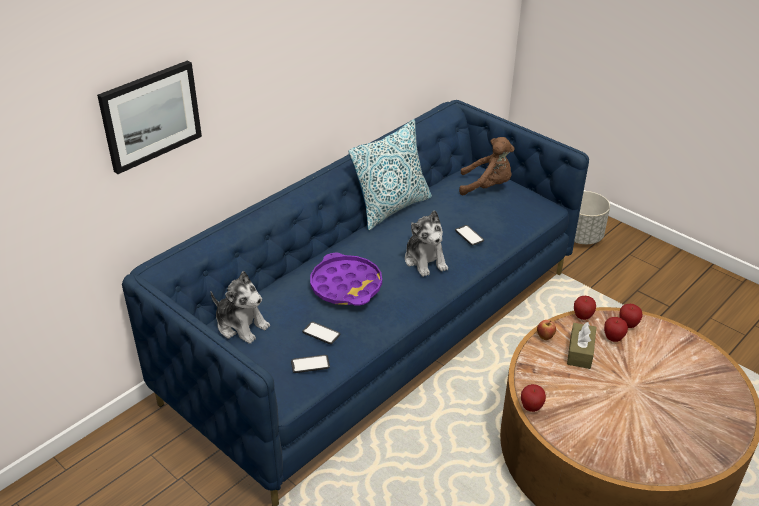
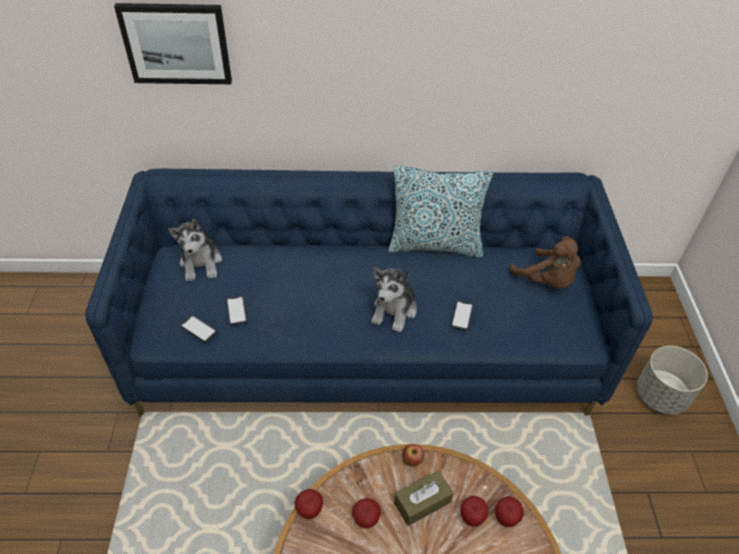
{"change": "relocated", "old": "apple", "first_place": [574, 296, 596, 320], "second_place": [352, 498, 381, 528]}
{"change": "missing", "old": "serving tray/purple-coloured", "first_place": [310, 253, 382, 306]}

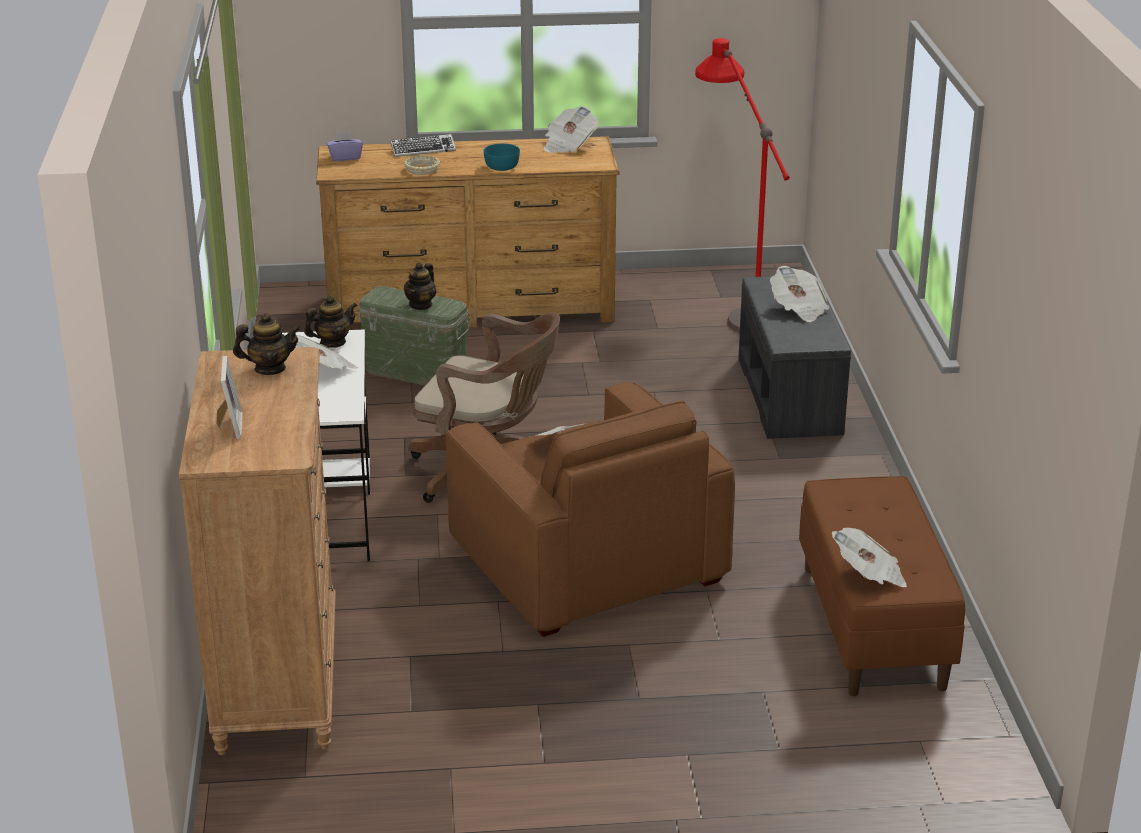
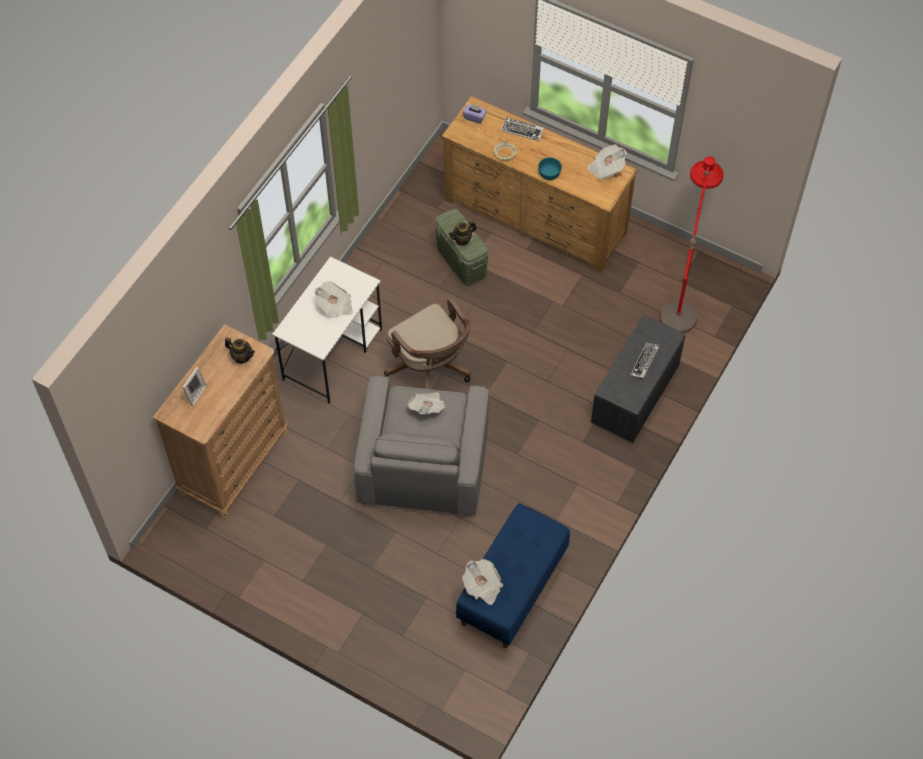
{"change": "colour", "old": "easy chair/brown-coloured", "new": "easy chair/grey", "first_place": [446, 382, 735, 637], "second_place": [354, 376, 489, 516]}
{"change": "colour", "old": "long seat/brown-coloured", "new": "long seat/bluish", "first_place": [799, 476, 965, 696], "second_place": [456, 503, 570, 648]}
{"change": "exchanged", "old": "daily paper", "new": "keyboard", "first_place": [770, 266, 830, 322], "second_place": [630, 343, 660, 378]}
{"change": "missing", "old": "pot for tea", "first_place": [304, 295, 357, 348]}

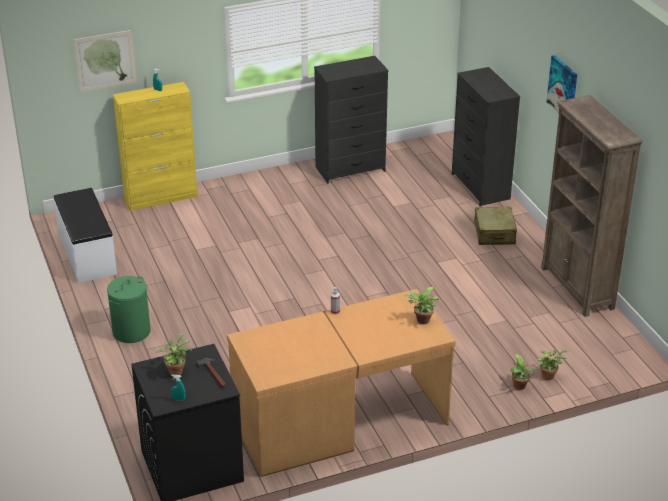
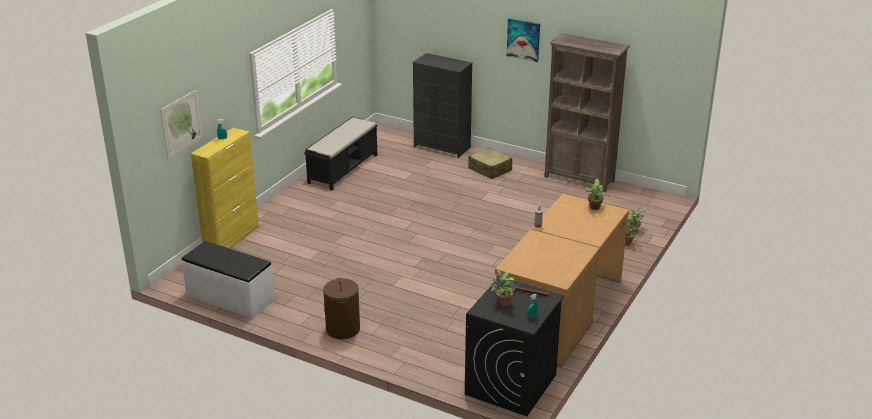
{"change": "exchanged", "old": "dresser/blackish", "new": "long seat/blackish", "first_place": [314, 56, 389, 184], "second_place": [304, 116, 378, 190]}
{"change": "colour", "old": "hamper/greenish", "new": "hamper/brown-coloured", "first_place": [107, 276, 151, 343], "second_place": [323, 278, 360, 339]}

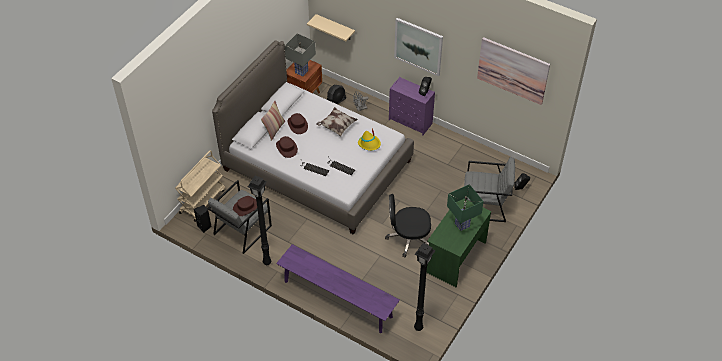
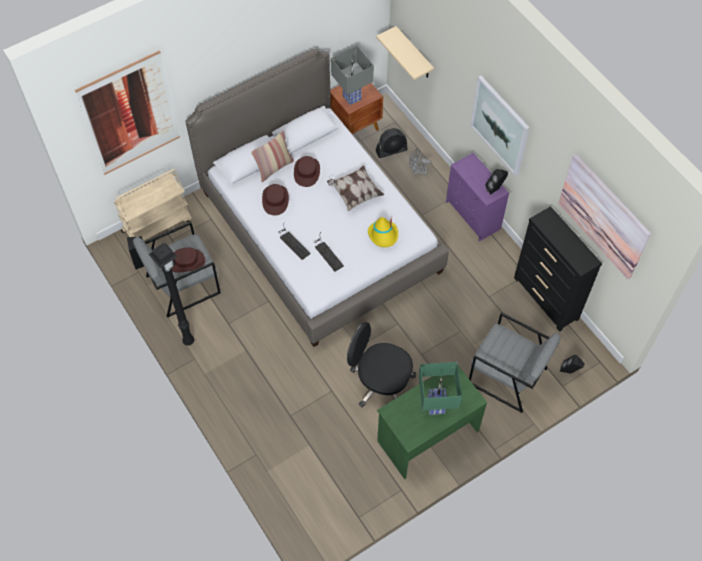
{"change": "appeared", "new": "wall art", "second_place": [75, 50, 180, 175]}
{"change": "appeared", "new": "dresser/blackish", "second_place": [514, 206, 602, 332]}
{"change": "missing", "old": "long seat/purple-coloured", "first_place": [276, 244, 400, 333]}
{"change": "missing", "old": "standard lamp/blackish", "first_place": [414, 243, 435, 331]}

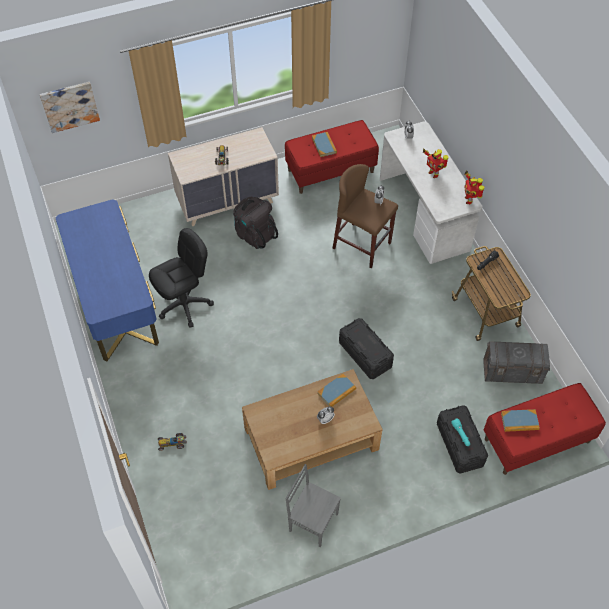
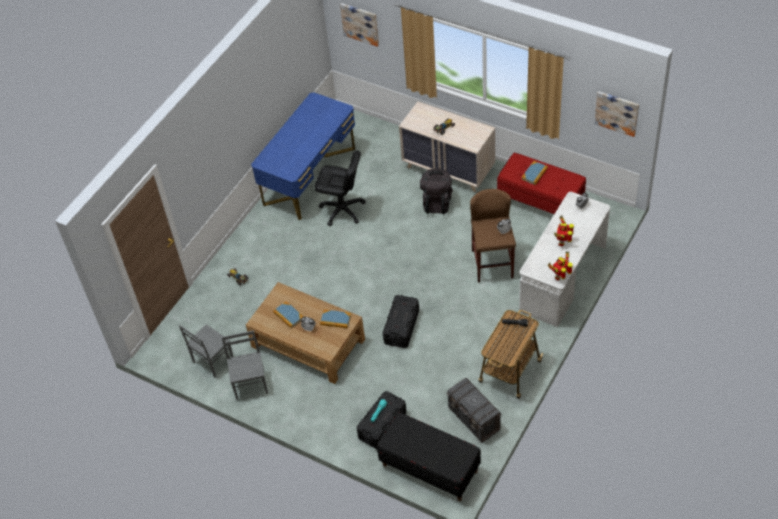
{"change": "appeared", "new": "upright chair/grey", "second_place": [179, 324, 234, 377]}
{"change": "relocated", "old": "book", "first_place": [501, 409, 540, 432], "second_place": [273, 301, 304, 328]}
{"change": "colour", "old": "long seat/red", "new": "long seat/blackish", "first_place": [484, 383, 606, 475], "second_place": [377, 412, 481, 501]}
{"change": "appeared", "new": "wall art", "second_place": [594, 91, 639, 137]}

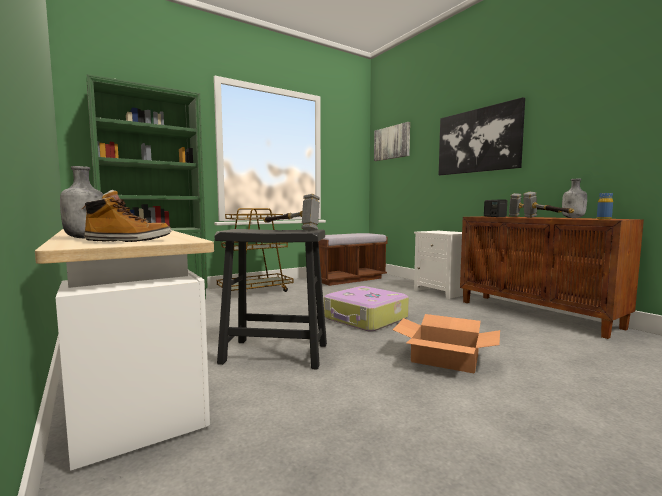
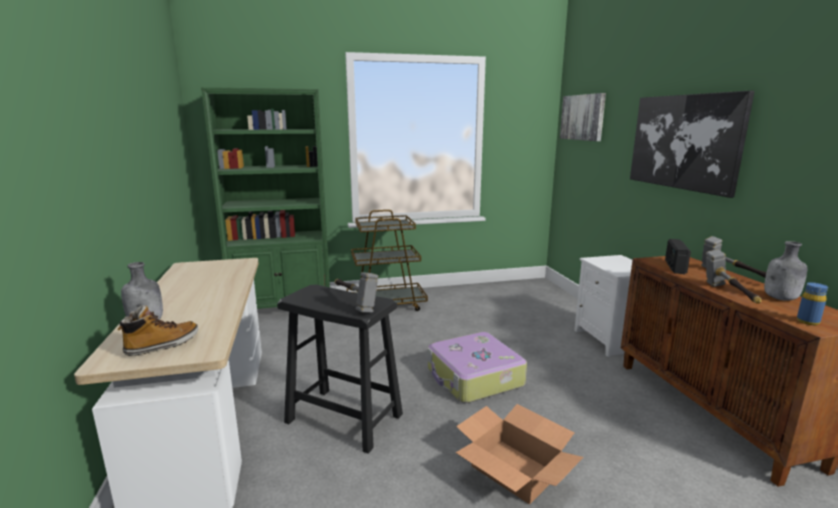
{"change": "spun", "old": "high-top boot", "first_place": [82, 190, 172, 242], "second_place": [117, 305, 198, 356], "degrees": -45}
{"change": "missing", "old": "long seat/brown-coloured", "first_place": [318, 233, 387, 286]}

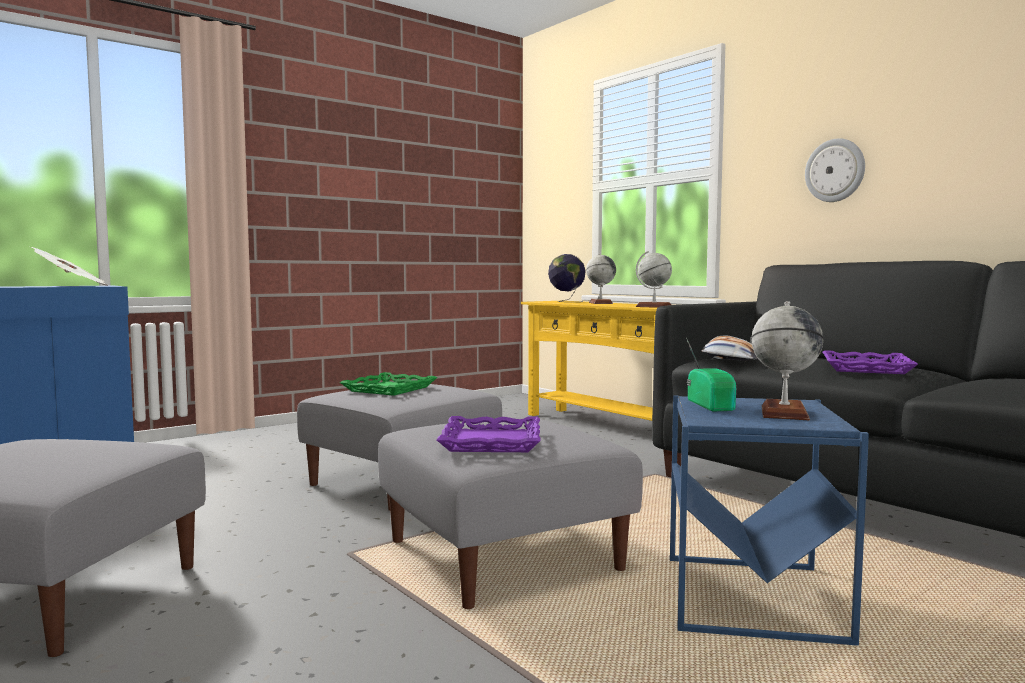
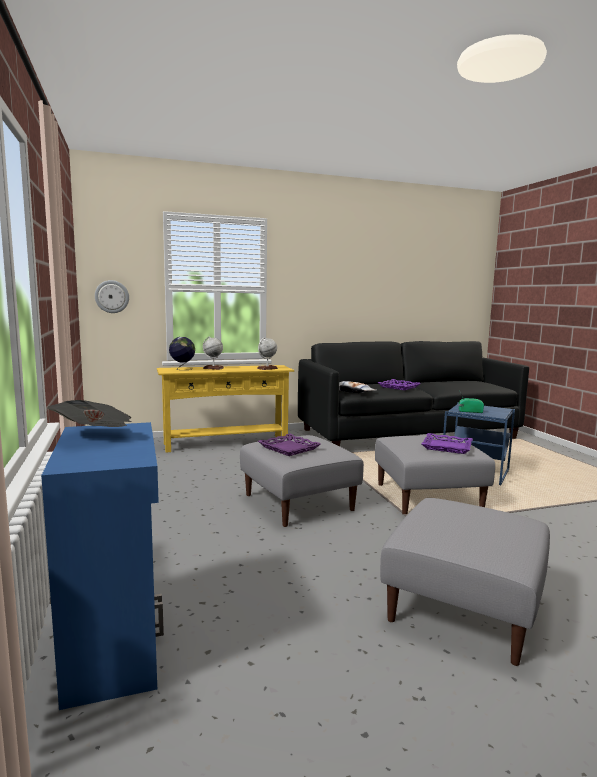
{"change": "relocated", "old": "hanging clock", "first_place": [805, 138, 865, 202], "second_place": [95, 280, 129, 313]}
{"change": "colour", "old": "serving tray/greenish", "new": "serving tray/purple-coloured", "first_place": [340, 372, 437, 396], "second_place": [258, 434, 321, 456]}
{"change": "missing", "old": "desk globe", "first_place": [751, 301, 823, 420]}

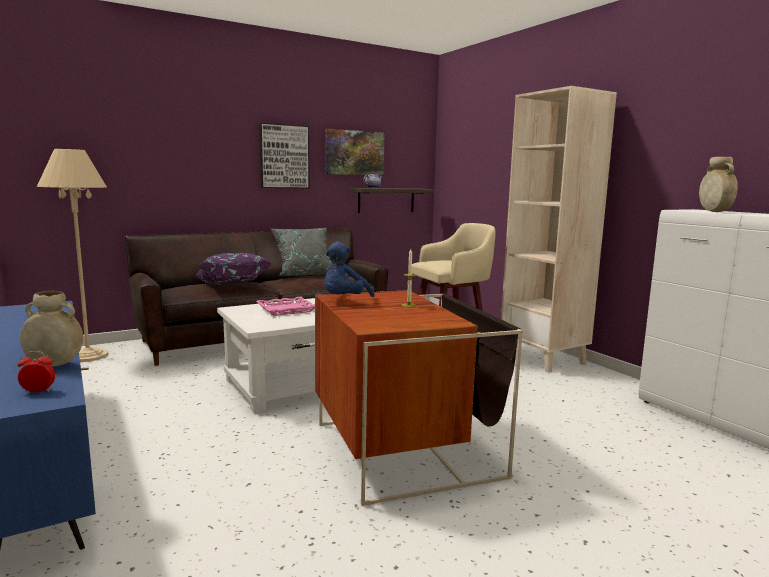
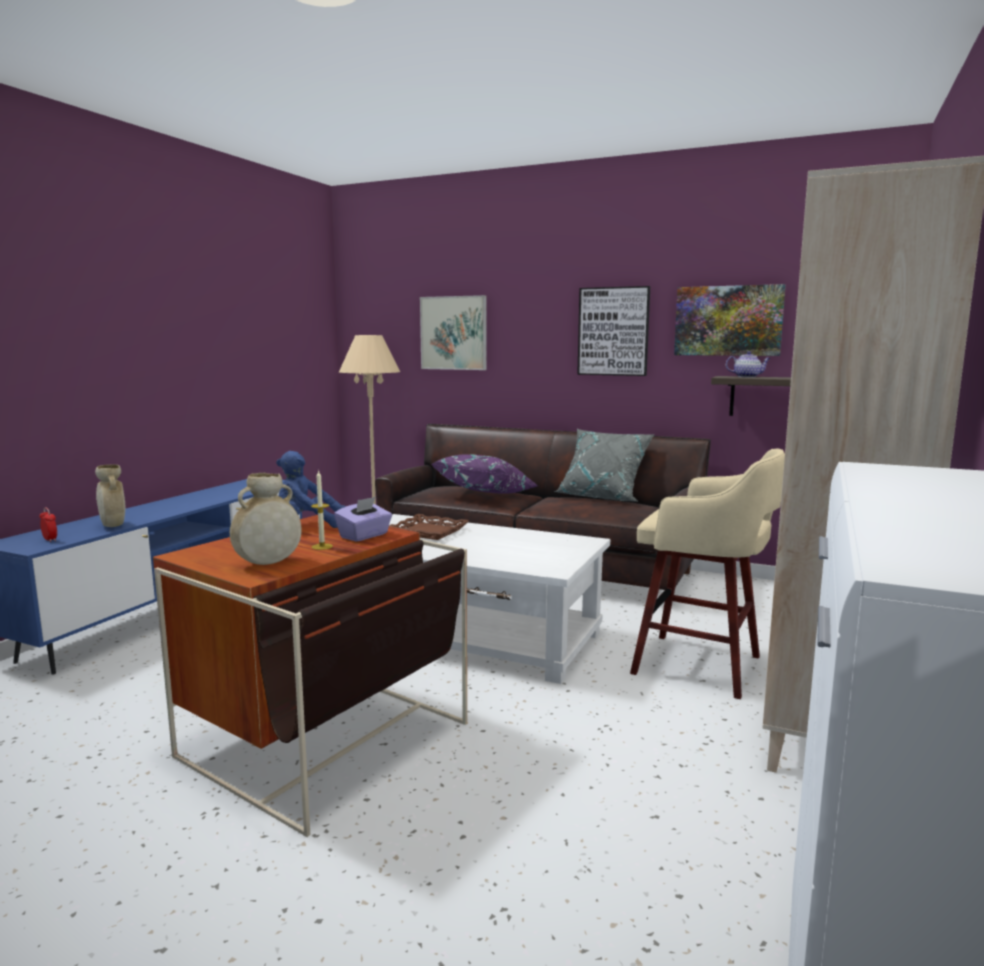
{"change": "relocated", "old": "decorative vase/beige", "first_place": [699, 157, 738, 212], "second_place": [230, 473, 302, 565]}
{"change": "appeared", "new": "tissue holder/purple-coloured", "second_place": [334, 497, 392, 542]}
{"change": "colour", "old": "serving tray/pinkish", "new": "serving tray/brown-coloured", "first_place": [256, 297, 315, 316], "second_place": [389, 514, 469, 540]}
{"change": "appeared", "new": "wall art", "second_place": [420, 295, 487, 370]}

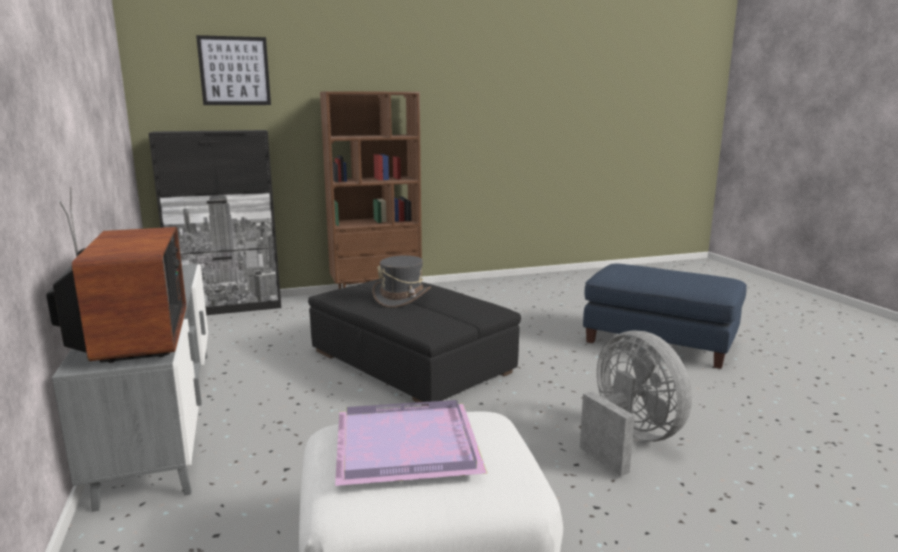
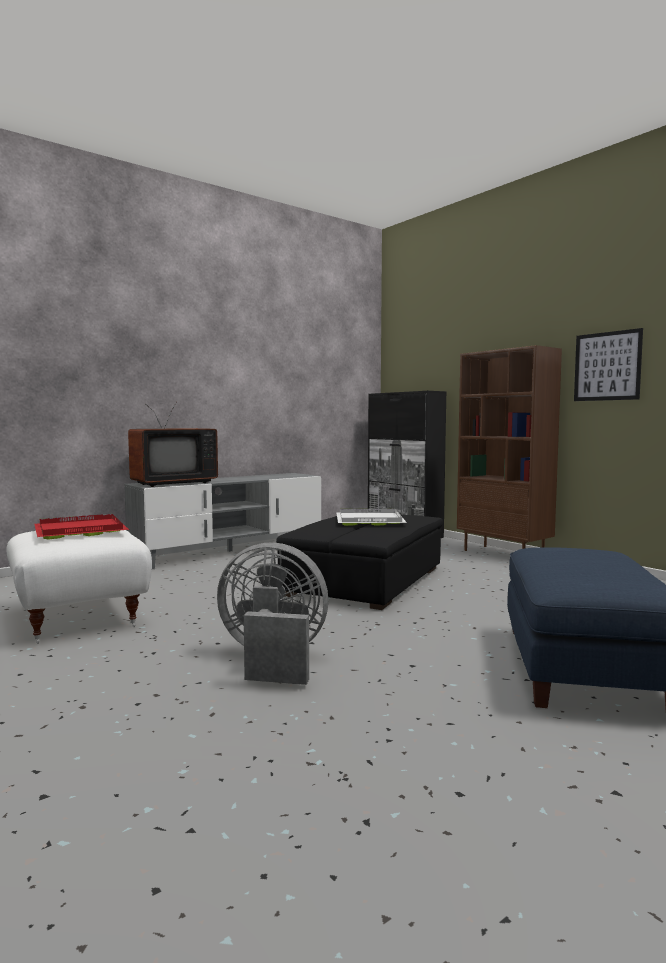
{"change": "colour", "old": "serving tray/purple-coloured", "new": "serving tray/red", "first_place": [335, 400, 487, 486], "second_place": [35, 514, 129, 540]}
{"change": "spun", "old": "fan/grey", "first_place": [580, 330, 692, 476], "second_place": [217, 542, 328, 685], "degrees": -120}
{"change": "exchanged", "old": "wearable hat/grey", "new": "serving tray/white", "first_place": [373, 255, 431, 308], "second_place": [336, 509, 407, 526]}
{"change": "relocated", "old": "wall art", "first_place": [196, 35, 271, 105], "second_place": [574, 328, 643, 401]}

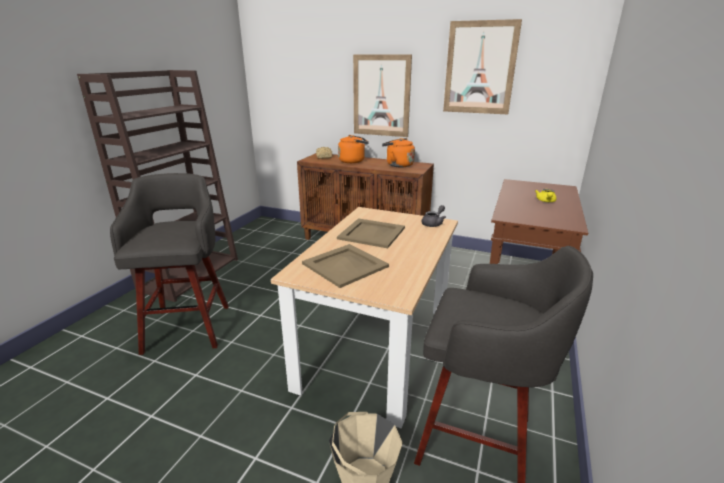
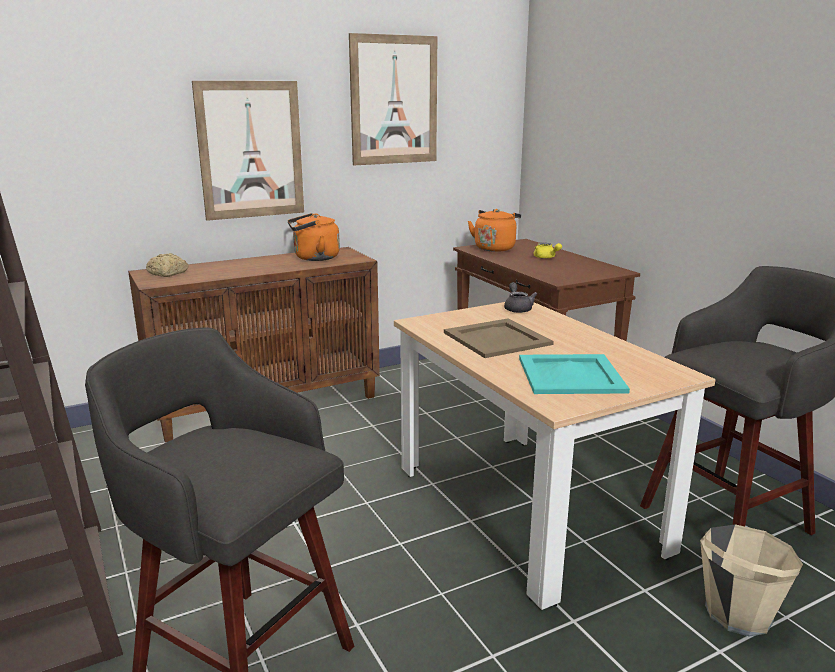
{"change": "relocated", "old": "kettle/orange-coloured", "first_place": [338, 135, 369, 163], "second_place": [468, 209, 521, 252]}
{"change": "colour", "old": "serving tray/beige", "new": "serving tray/turquoise-coloured", "first_place": [302, 244, 389, 288], "second_place": [519, 354, 630, 394]}

